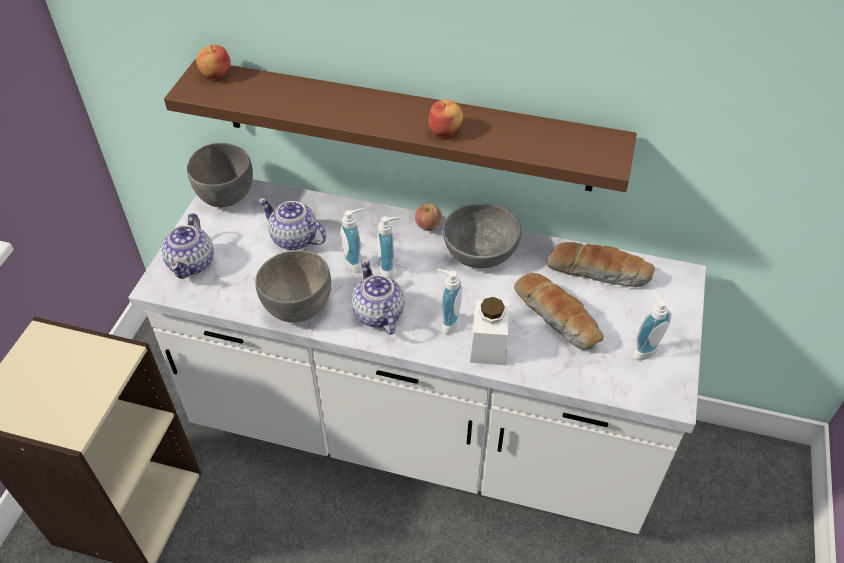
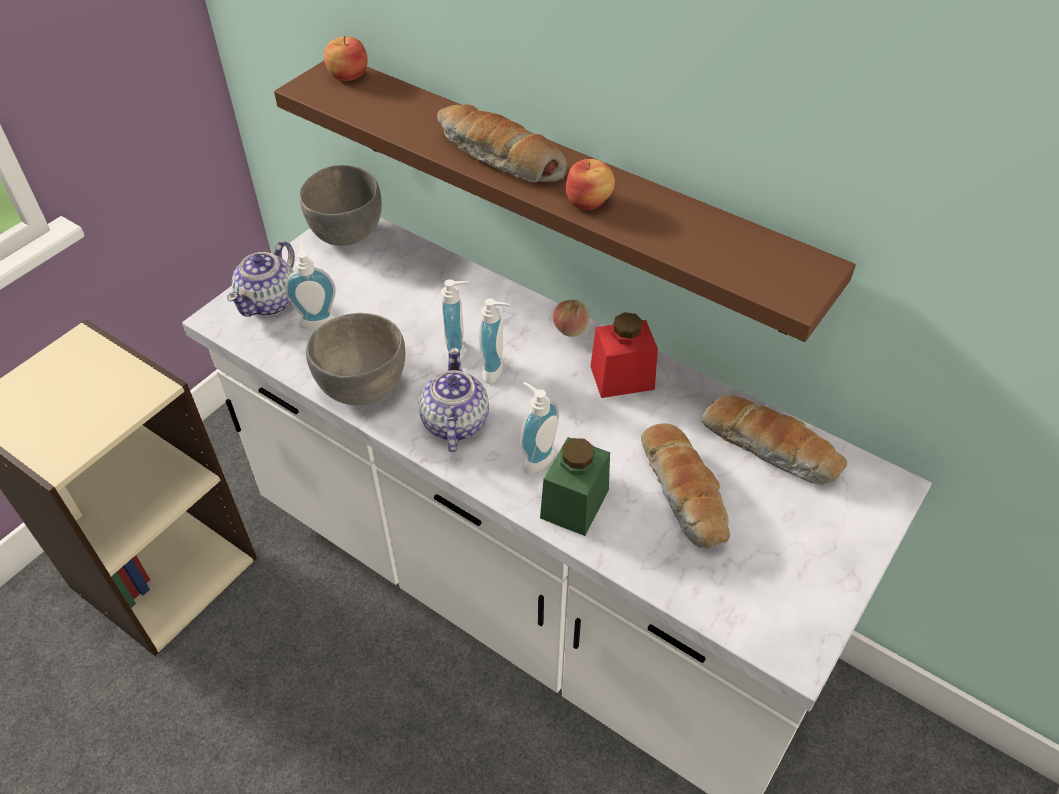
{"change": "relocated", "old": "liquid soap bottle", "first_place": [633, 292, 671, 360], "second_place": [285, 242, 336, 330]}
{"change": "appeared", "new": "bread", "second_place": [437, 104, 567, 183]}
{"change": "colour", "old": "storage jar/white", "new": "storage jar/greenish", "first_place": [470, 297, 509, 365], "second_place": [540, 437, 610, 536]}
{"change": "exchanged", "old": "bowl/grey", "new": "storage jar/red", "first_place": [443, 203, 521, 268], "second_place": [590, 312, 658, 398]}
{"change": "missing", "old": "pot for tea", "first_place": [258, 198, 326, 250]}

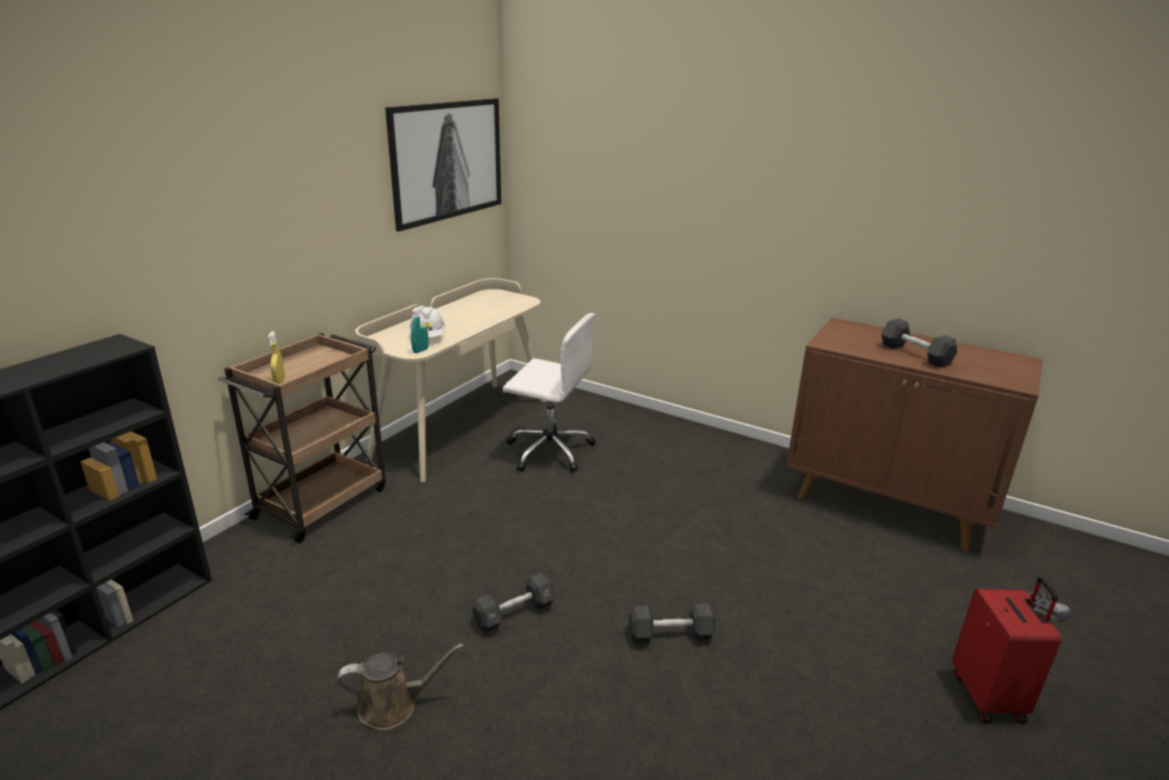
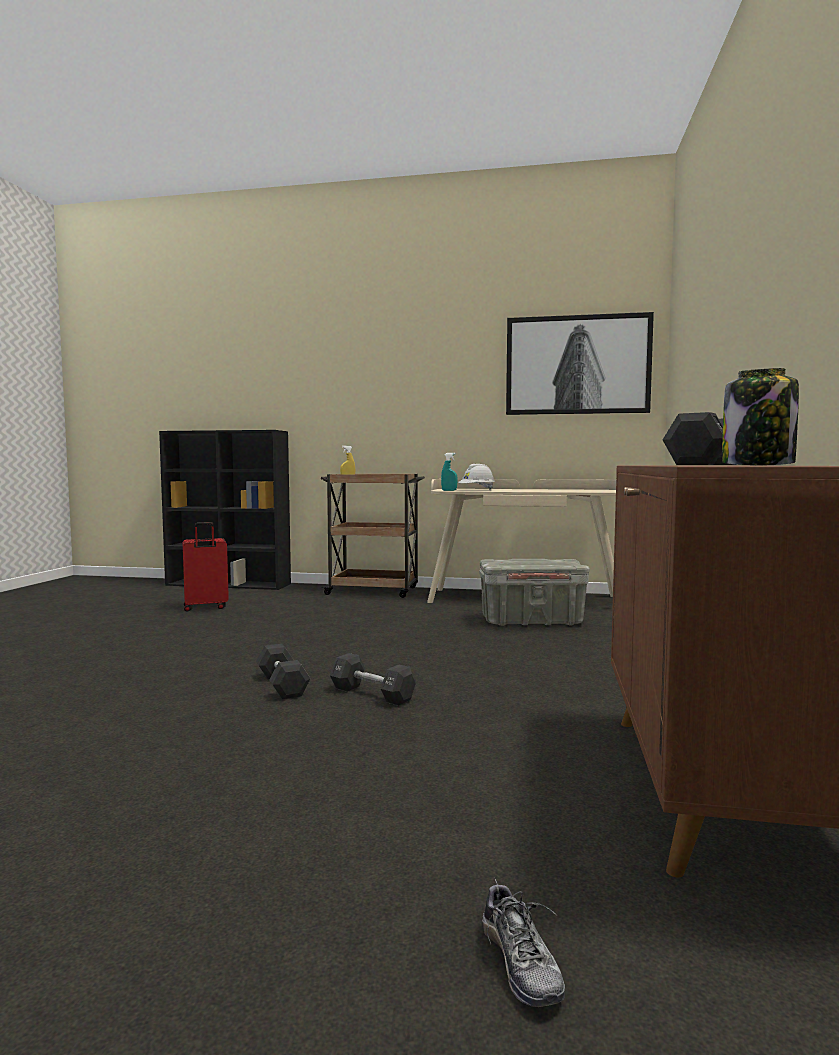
{"change": "relocated", "old": "suitcase/red", "first_place": [952, 577, 1061, 724], "second_place": [183, 522, 229, 612]}
{"change": "relocated", "old": "free weight/blackish", "first_place": [472, 573, 555, 634], "second_place": [330, 653, 416, 706]}
{"change": "exchanged", "old": "computer chair/white", "new": "storage container/grey", "first_place": [503, 313, 595, 472], "second_place": [479, 559, 590, 626]}
{"change": "appeared", "new": "storage jar", "second_place": [722, 368, 799, 465]}
{"change": "missing", "old": "watering can/brown-coloured", "first_place": [337, 644, 463, 730]}

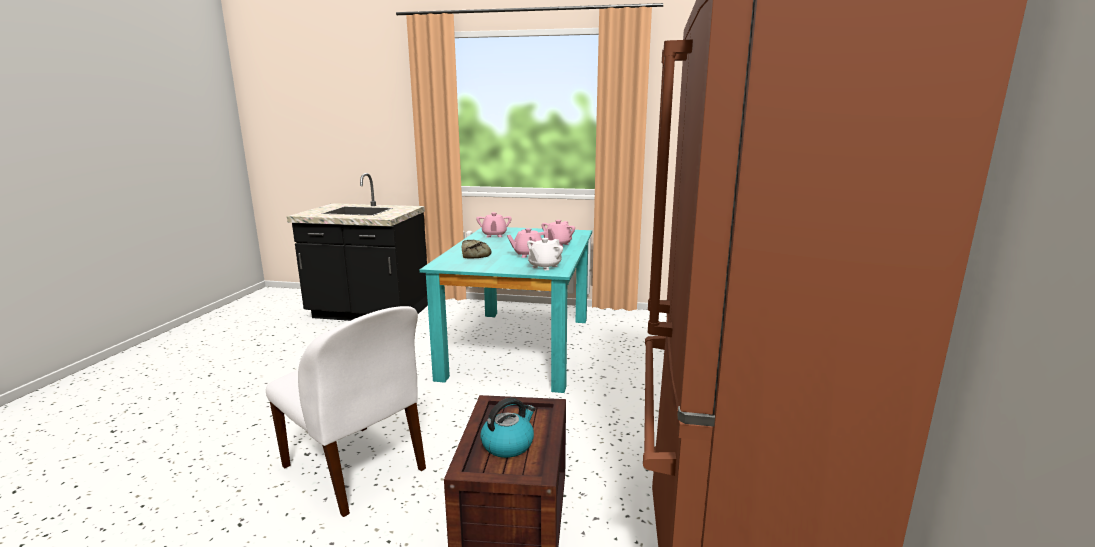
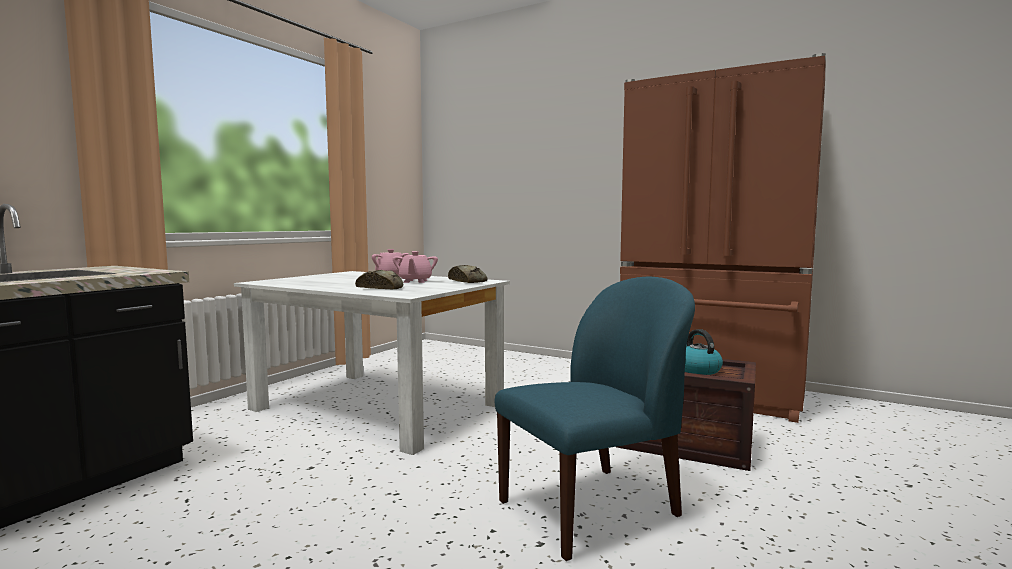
{"change": "colour", "old": "kitchen table/turquoise-coloured", "new": "kitchen table/white", "first_place": [419, 227, 592, 393], "second_place": [234, 271, 510, 455]}
{"change": "exchanged", "old": "pot for tea/white", "new": "bread", "first_place": [527, 238, 563, 270], "second_place": [448, 265, 487, 283]}
{"change": "colour", "old": "upright chair/white", "new": "upright chair/bluish", "first_place": [266, 306, 426, 517], "second_place": [494, 277, 695, 561]}
{"change": "missing", "old": "pot for tea/pinkish", "first_place": [476, 212, 512, 237]}

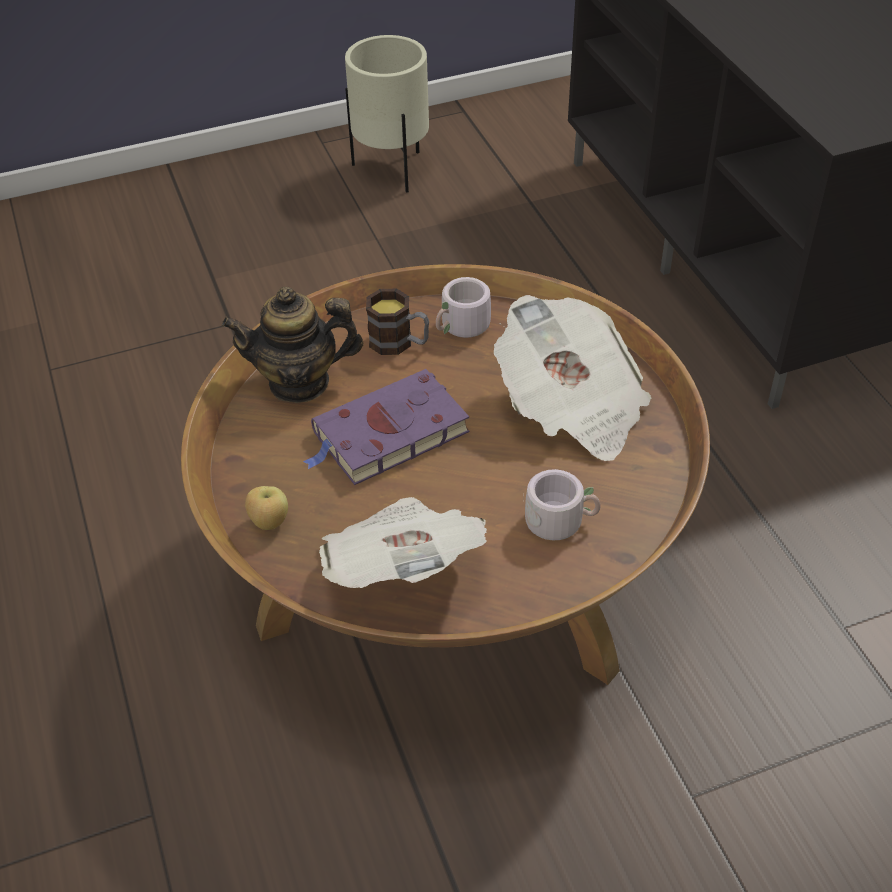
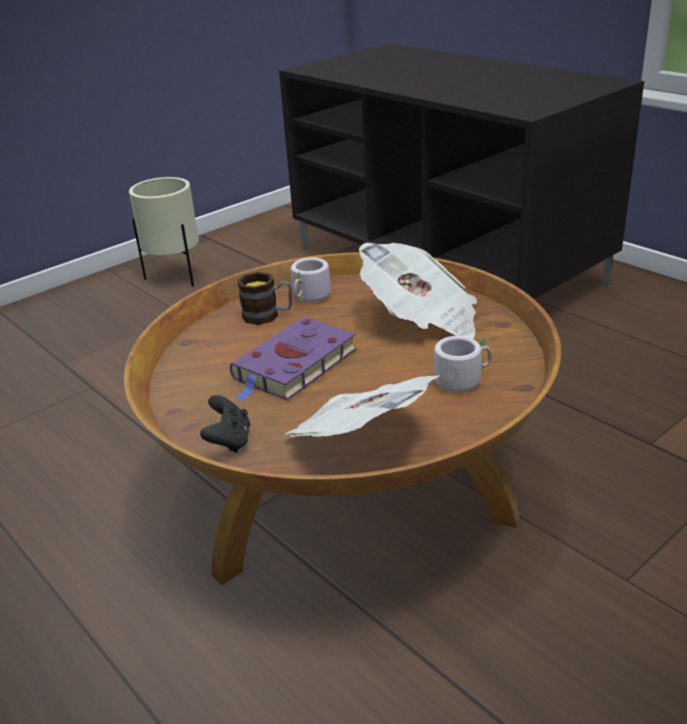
{"change": "exchanged", "old": "apple", "new": "game controller/blackish", "first_place": [245, 486, 288, 530], "second_place": [200, 395, 250, 453]}
{"change": "missing", "old": "pot for tea", "first_place": [222, 287, 363, 403]}

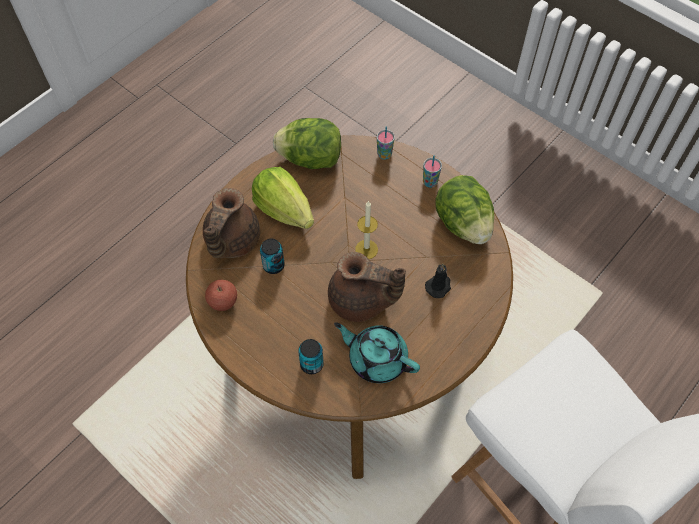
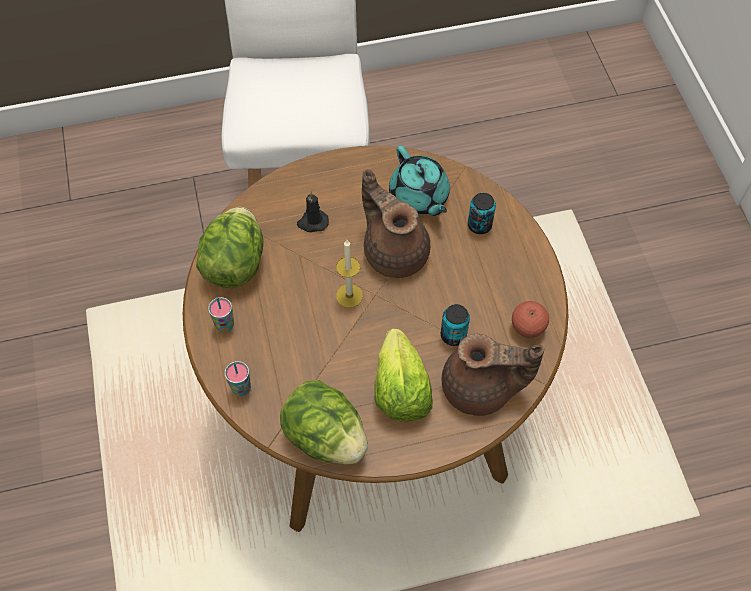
{"change": "spun", "old": "pot for tea/brown-coloured", "first_place": [203, 188, 260, 258], "second_place": [442, 334, 544, 416], "degrees": 45}

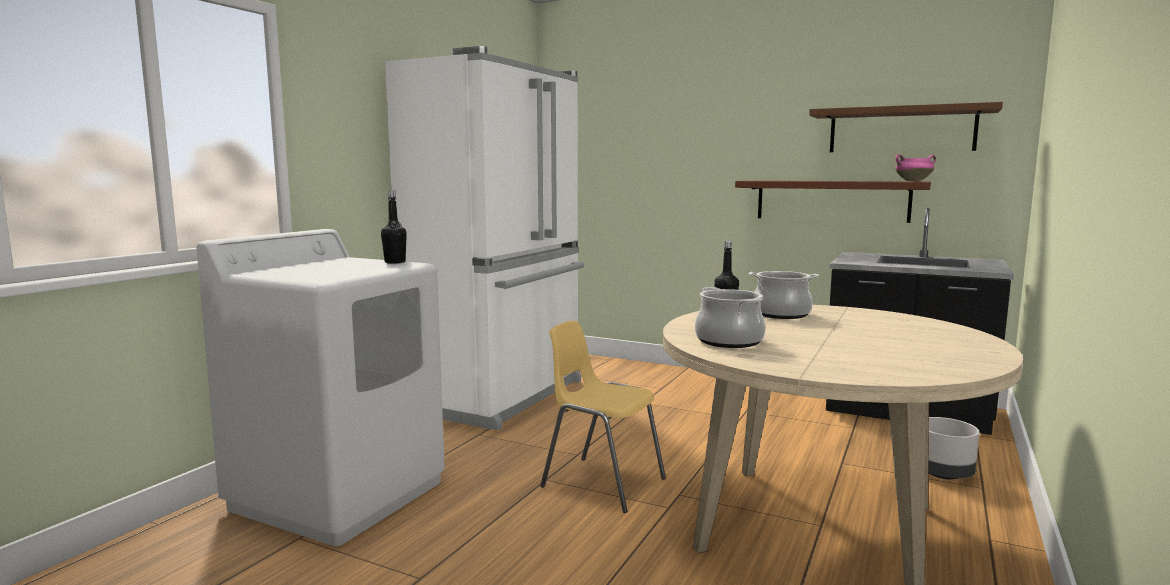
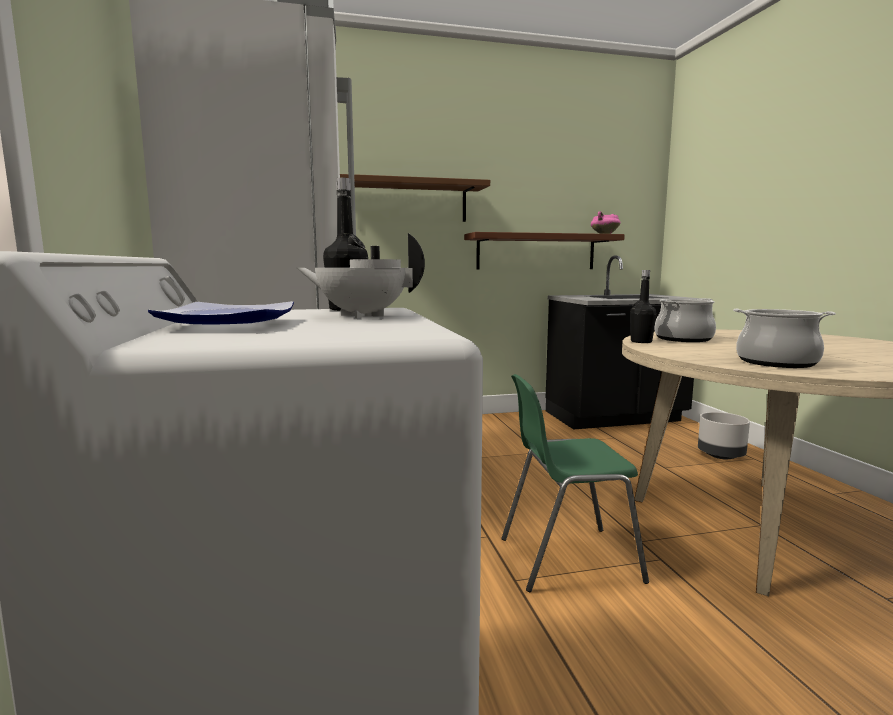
{"change": "appeared", "new": "plate", "second_place": [148, 301, 294, 325]}
{"change": "appeared", "new": "pot for tea/white", "second_place": [297, 233, 425, 318]}
{"change": "relocated", "old": "bracket shelf/brown-coloured", "first_place": [809, 102, 1003, 152], "second_place": [340, 174, 490, 222]}
{"change": "colour", "old": "upright chair/yellowish", "new": "upright chair/greenish", "first_place": [540, 321, 666, 513], "second_place": [501, 374, 649, 592]}

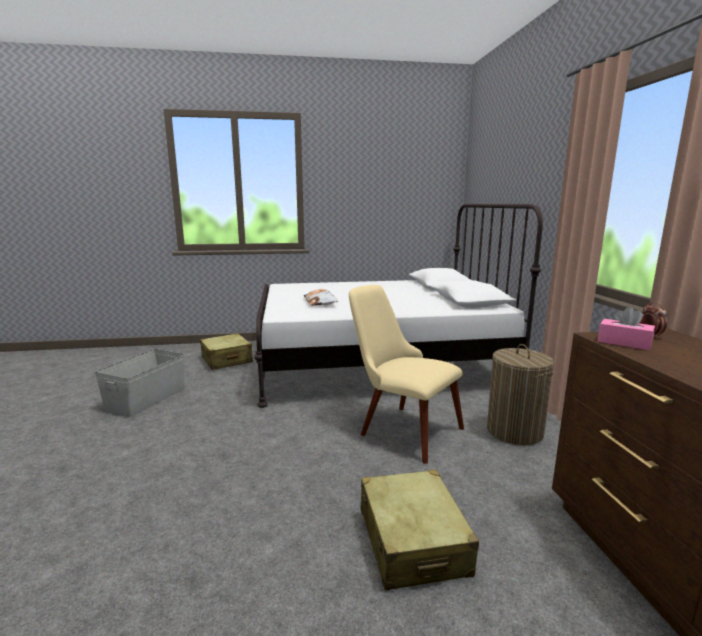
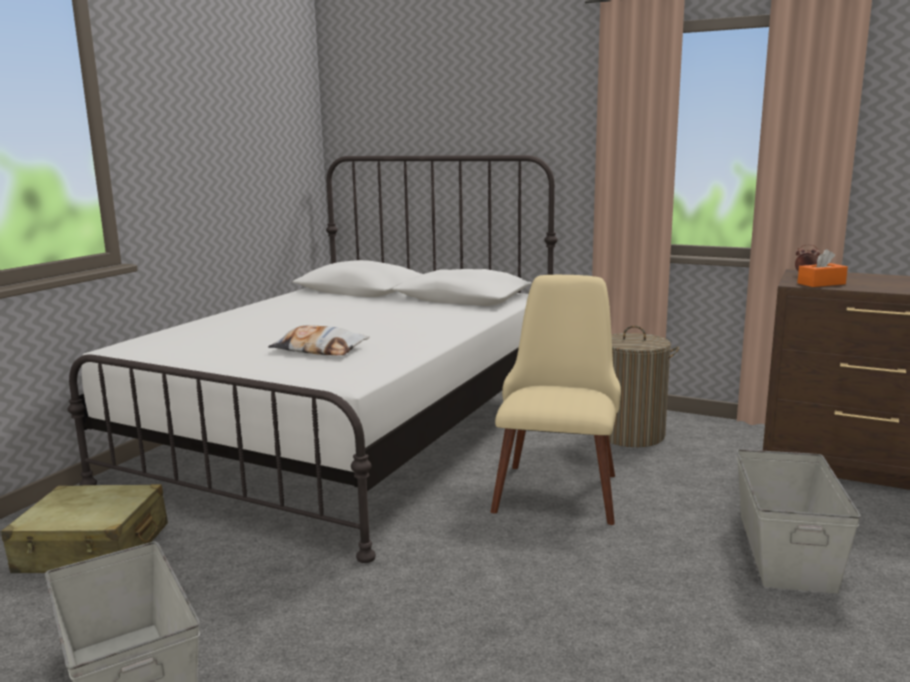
{"change": "spun", "old": "upright chair/beige", "first_place": [349, 285, 464, 464], "second_place": [491, 275, 621, 525], "degrees": 120}
{"change": "exchanged", "old": "suitcase/beige", "new": "storage container/grey", "first_place": [361, 470, 479, 591], "second_place": [736, 449, 861, 594]}
{"change": "colour", "old": "tissue holder/pinkish", "new": "tissue holder/orange-coloured", "first_place": [598, 306, 655, 350], "second_place": [797, 249, 848, 287]}

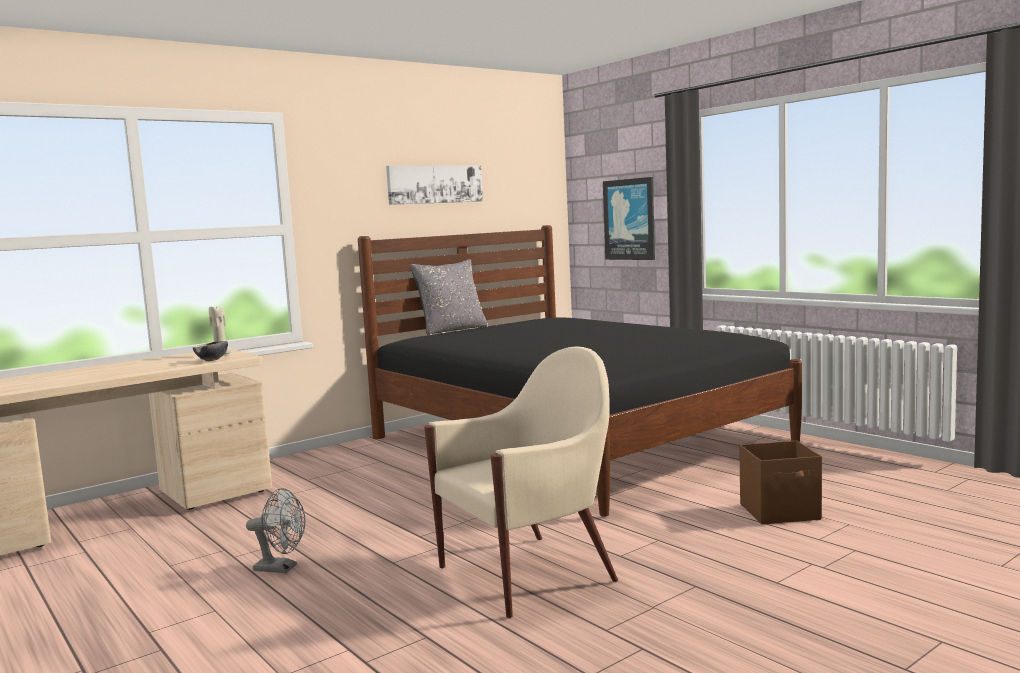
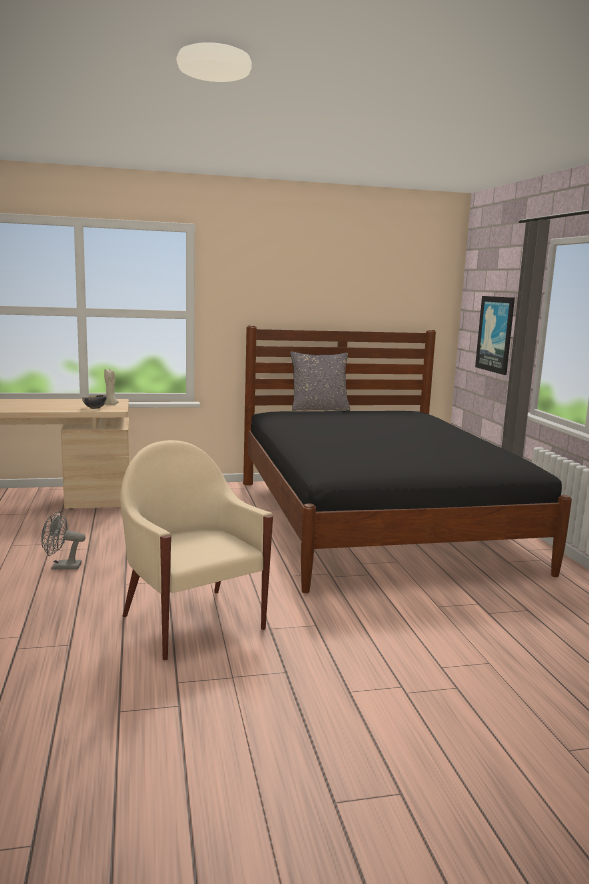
{"change": "spun", "old": "fan/grey", "first_place": [246, 488, 306, 573], "second_place": [41, 510, 86, 570], "degrees": 135}
{"change": "spun", "old": "easy chair/beige", "first_place": [424, 346, 618, 618], "second_place": [120, 440, 273, 661], "degrees": -120}
{"change": "missing", "old": "wall art", "first_place": [386, 166, 483, 205]}
{"change": "missing", "old": "storage container/brown-coloured", "first_place": [739, 441, 822, 524]}

